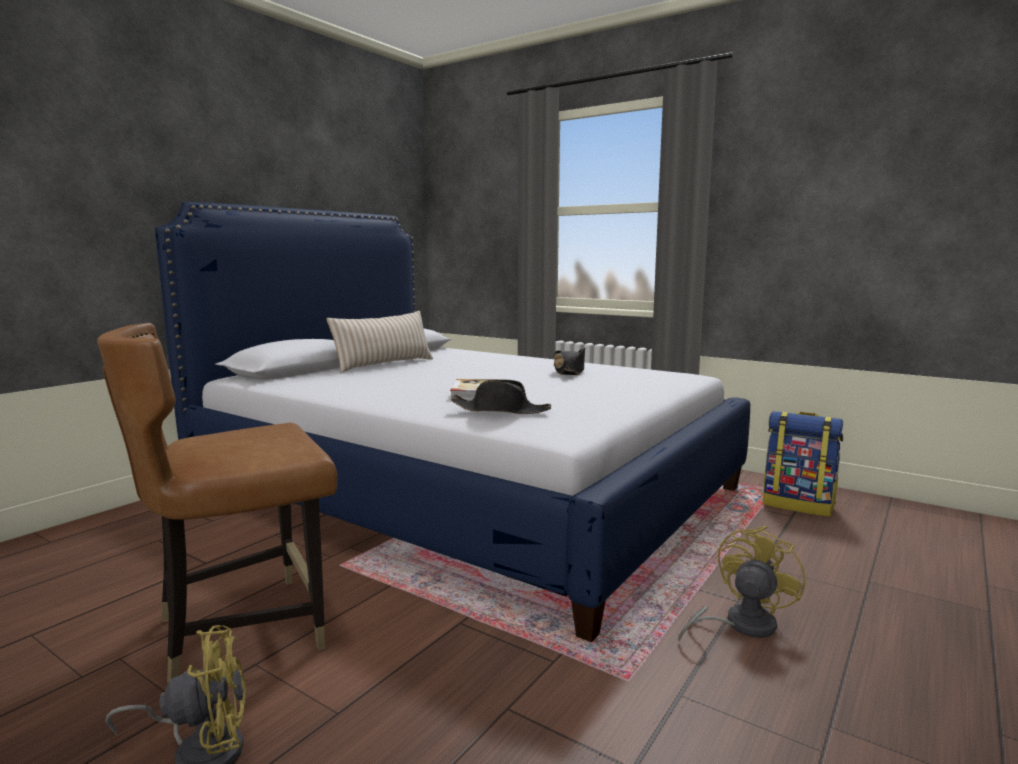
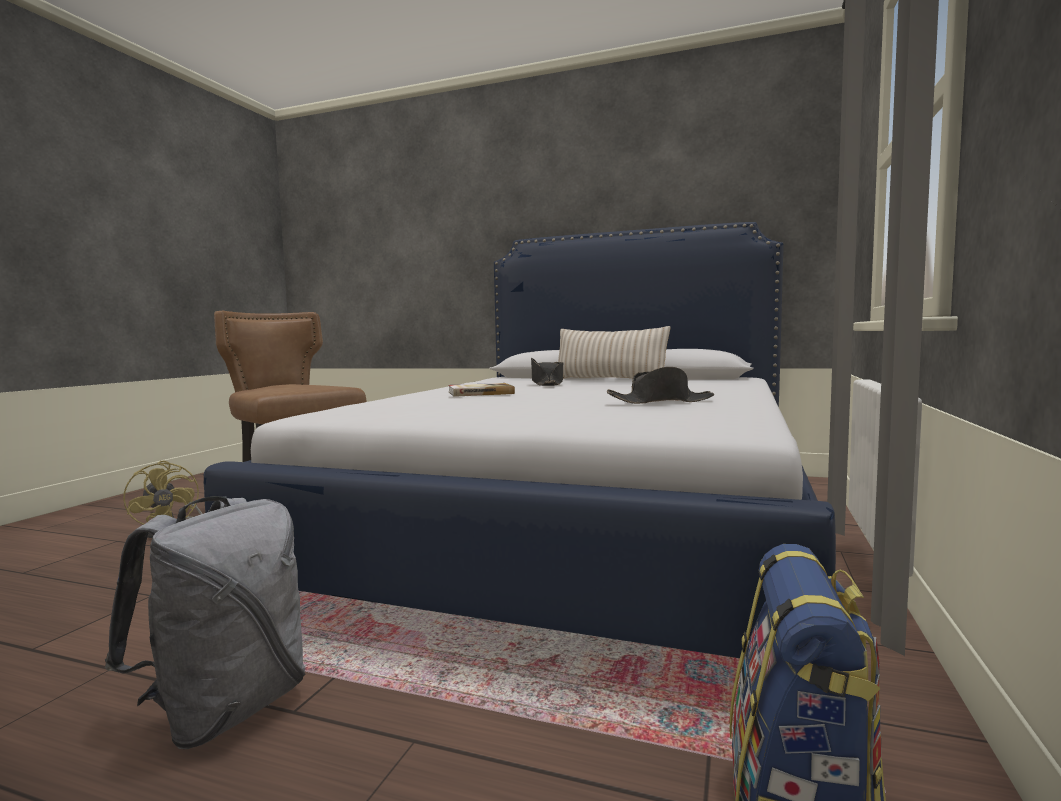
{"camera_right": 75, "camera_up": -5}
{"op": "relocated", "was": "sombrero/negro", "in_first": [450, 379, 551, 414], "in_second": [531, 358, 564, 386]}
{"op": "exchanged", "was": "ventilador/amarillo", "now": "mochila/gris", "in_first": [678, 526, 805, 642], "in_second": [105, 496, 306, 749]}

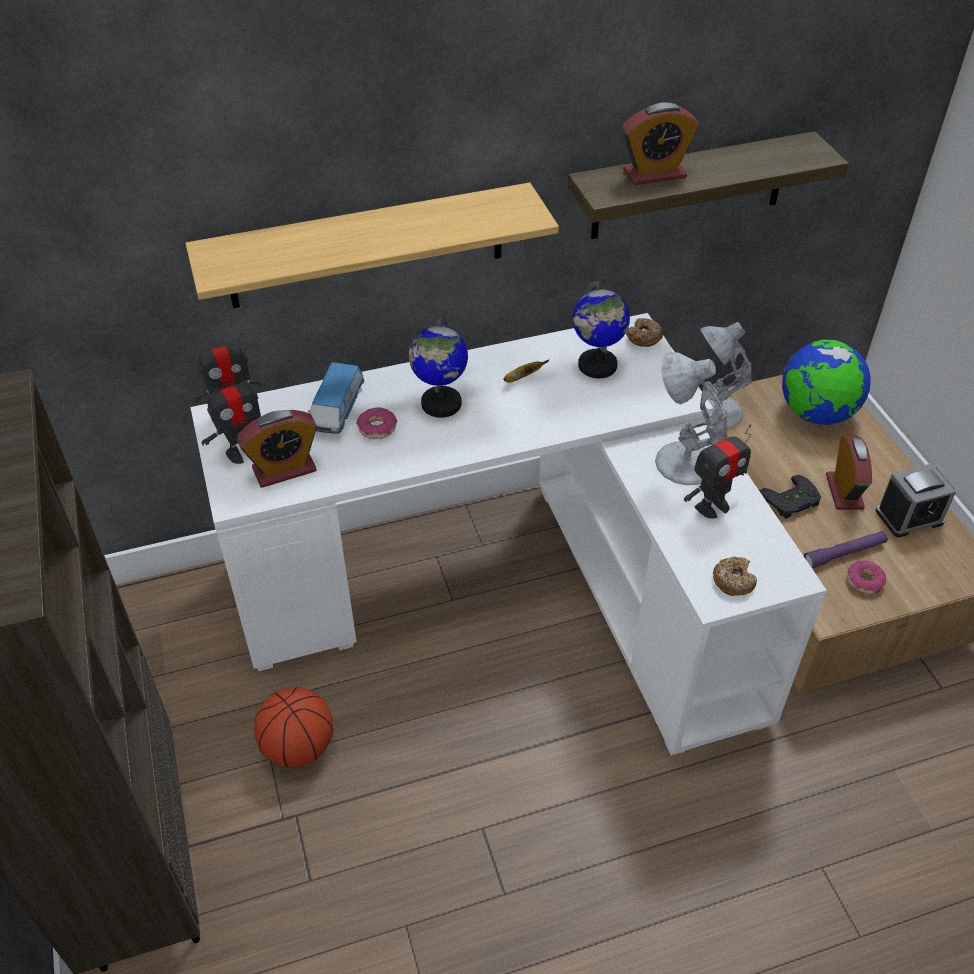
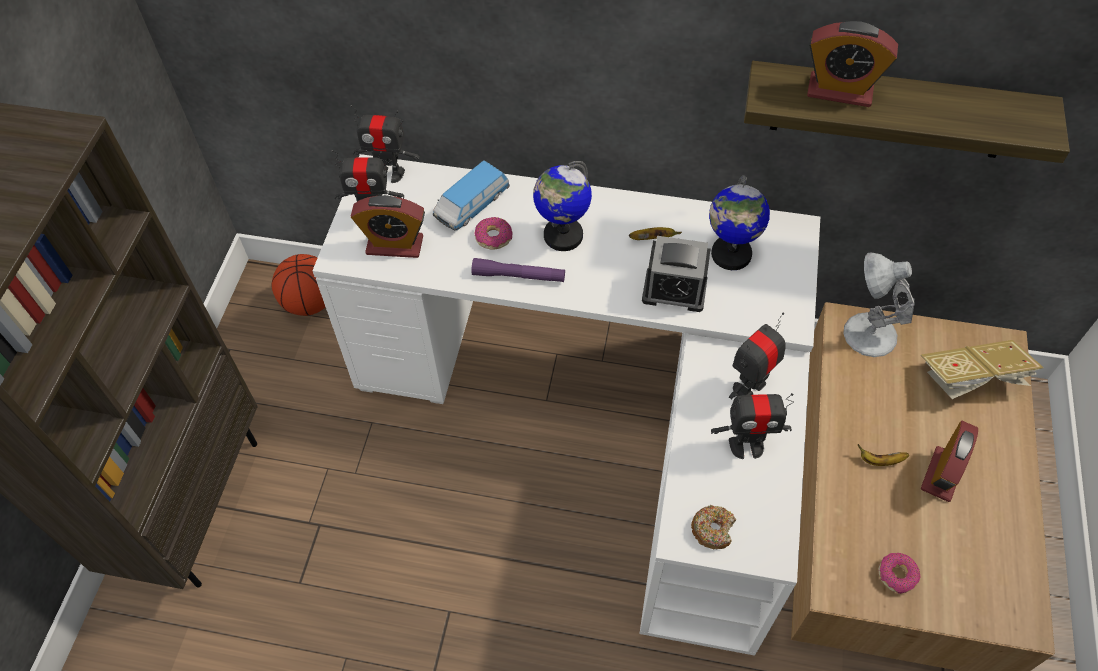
{"camera_right": 30, "camera_up": 10}
{"op": "missing", "was": "estante", "in_first": [185, 182, 559, 308]}
{"op": "missing", "was": "rosquilla", "in_first": [626, 318, 663, 347]}
{"op": "exchanged", "was": "globo terráqueo", "now": "libro", "in_first": [782, 340, 871, 425], "in_second": [921, 340, 1044, 399]}
{"op": "exchanged", "was": "lámpara de mesa/blanco", "now": "robot de juguete", "in_first": [655, 352, 727, 485], "in_second": [729, 312, 786, 400]}
{"op": "relocated", "was": "despertador", "in_first": [876, 463, 956, 537], "in_second": [642, 236, 711, 312]}
{"op": "exchanged", "was": "mando de consola/negro", "now": "plátano", "in_first": [759, 475, 821, 519], "in_second": [858, 444, 909, 466]}
{"op": "relocated", "was": "linterna/morado", "in_first": [803, 531, 888, 569], "in_second": [471, 258, 565, 282]}
{"op": "relocated", "was": "balón de baloncesto", "in_first": [254, 687, 333, 768], "in_second": [271, 254, 325, 316]}

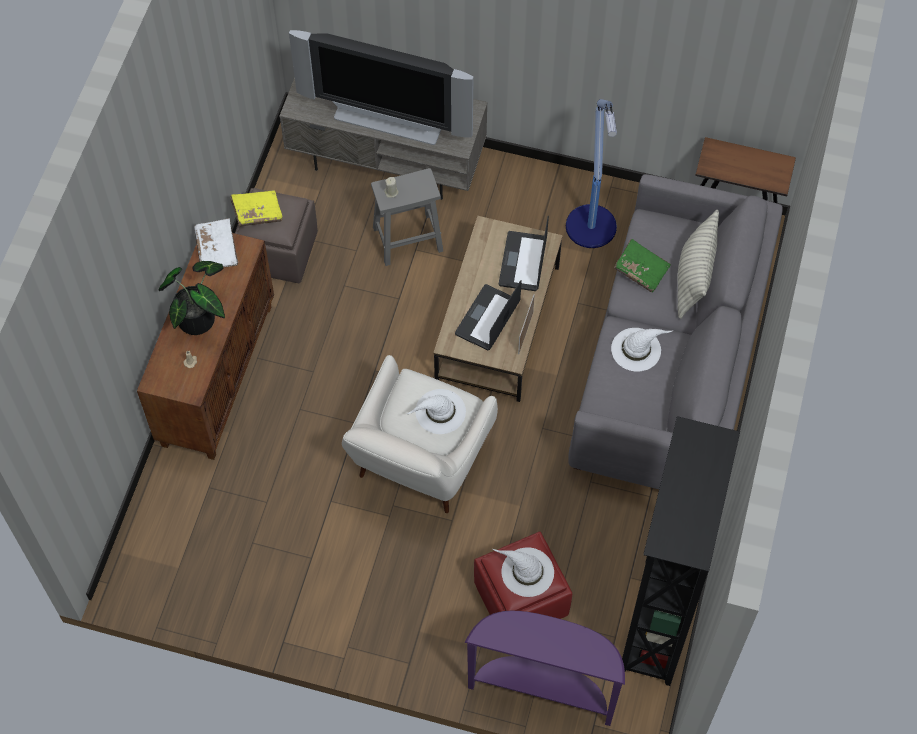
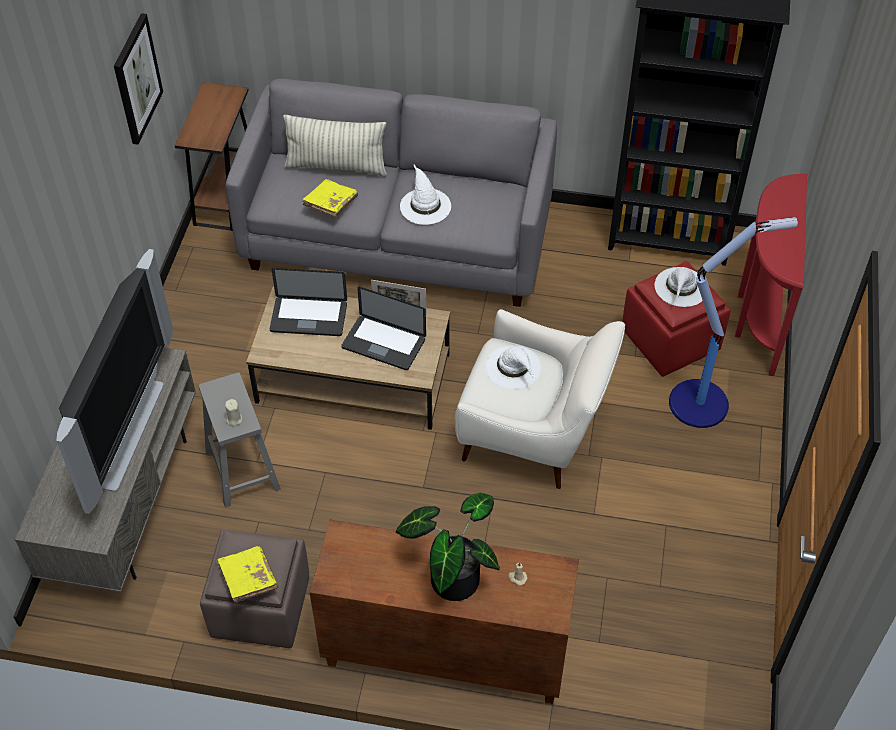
{"camera_right": -95, "camera_up": -10}
{"op": "relocated", "was": "lámpara de pie", "in_first": [566, 99, 617, 248], "in_second": [669, 217, 798, 428]}
{"op": "missing", "was": "libro/blanco", "in_first": [194, 218, 238, 268]}
{"op": "colour", "was": "libro/verde", "now": "libro/amarillo", "in_first": [614, 239, 671, 292], "in_second": [302, 179, 358, 217]}
{"op": "colour", "was": "mesa consola/morado", "now": "mesa consola/rojo", "in_first": [464, 611, 625, 726], "in_second": [735, 174, 807, 376]}
{"op": "appeared", "now": "cuadro", "in_second": [114, 13, 163, 145]}

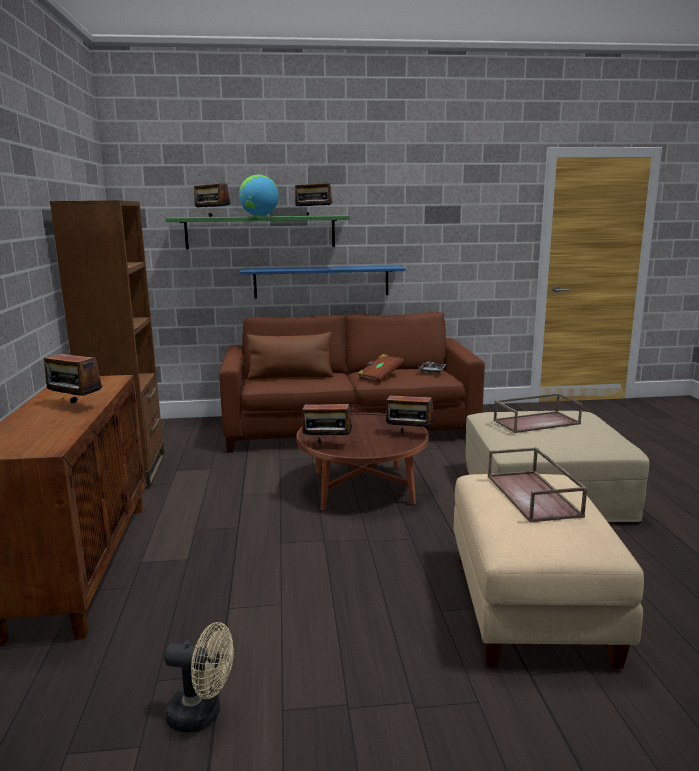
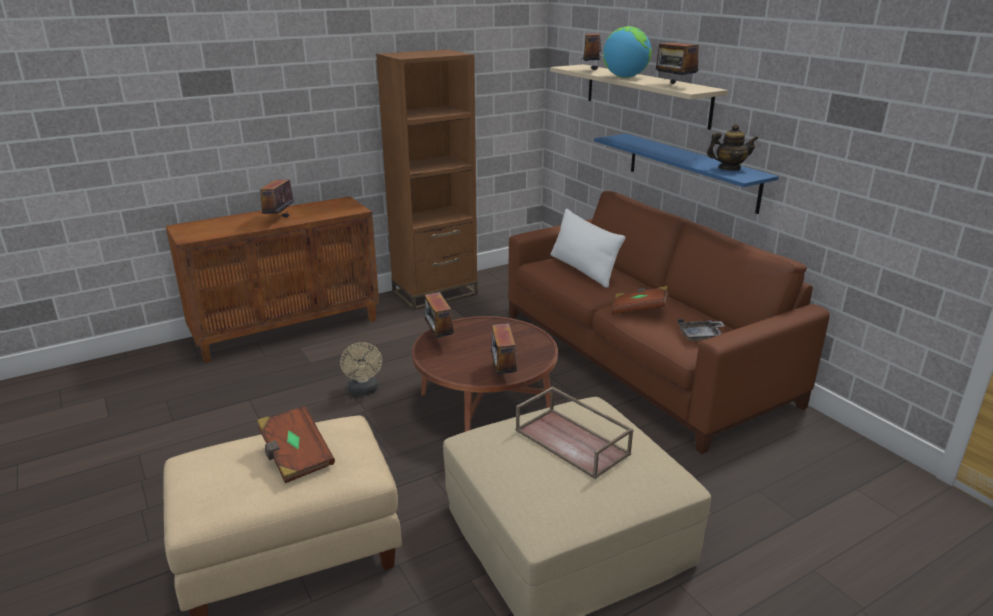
{"camera_right": 65, "camera_up": 10}
{"op": "colour", "was": "estante/verde", "now": "estante/beis", "in_first": [166, 216, 350, 249], "in_second": [550, 64, 728, 130]}
{"op": "colour", "was": "cojín/marrón", "now": "cojín/blanco", "in_first": [247, 332, 333, 380], "in_second": [551, 208, 626, 288]}
{"op": "exchanged", "was": "bandeja/marrón", "now": "libro/marrón", "in_first": [488, 447, 588, 523], "in_second": [257, 405, 335, 483]}
{"op": "relocated", "was": "ventilador/beis", "in_first": [164, 622, 234, 733], "in_second": [340, 342, 382, 396]}
{"op": "appeared", "now": "tetera", "in_second": [707, 124, 758, 170]}

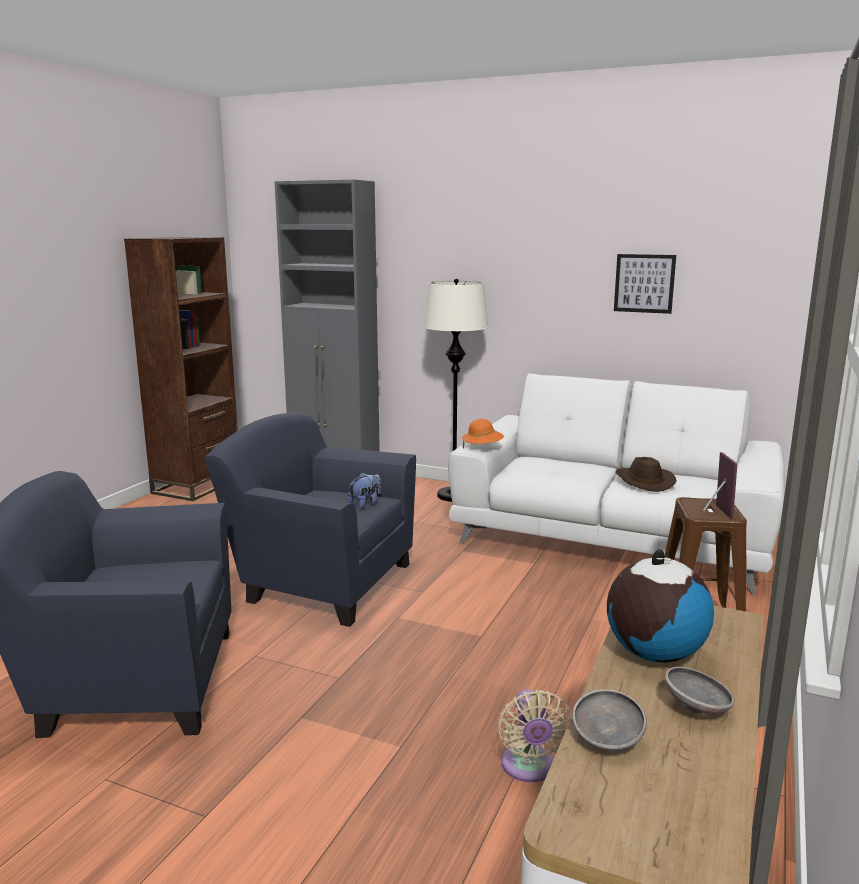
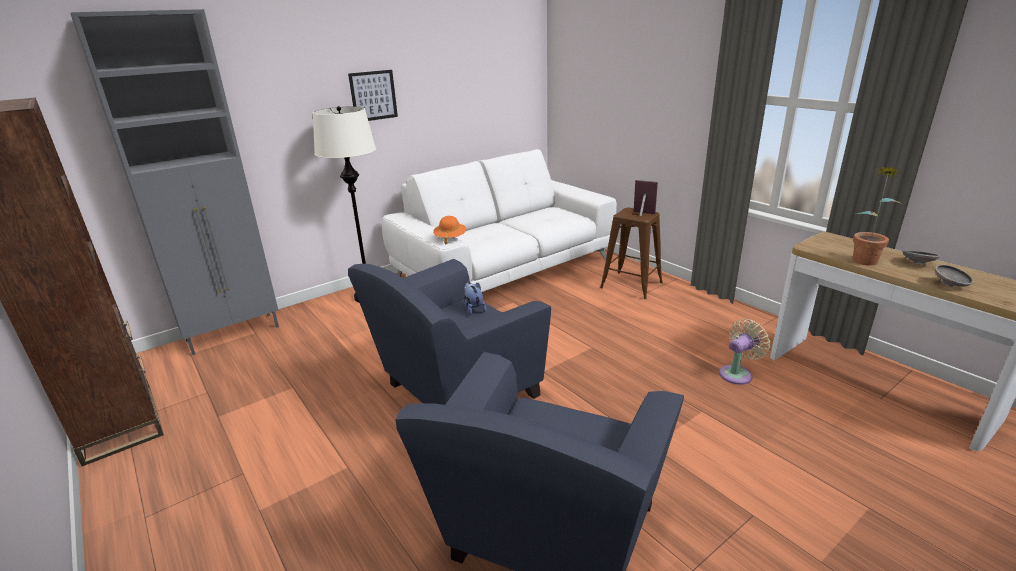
{"camera_right": -60, "camera_up": 10}
{"op": "relocated", "was": "cuadro", "in_first": [614, 254, 676, 314], "in_second": [348, 70, 398, 121]}
{"op": "missing", "was": "sombrero/marrón", "in_first": [615, 457, 677, 492]}
{"op": "exchanged", "was": "globo terráqueo", "now": "planta en maceta", "in_first": [607, 549, 714, 663], "in_second": [852, 167, 904, 266]}
{"op": "spun", "was": "ventilador/beis", "in_first": [498, 689, 572, 782], "in_second": [719, 319, 770, 385], "clockwise": -60}

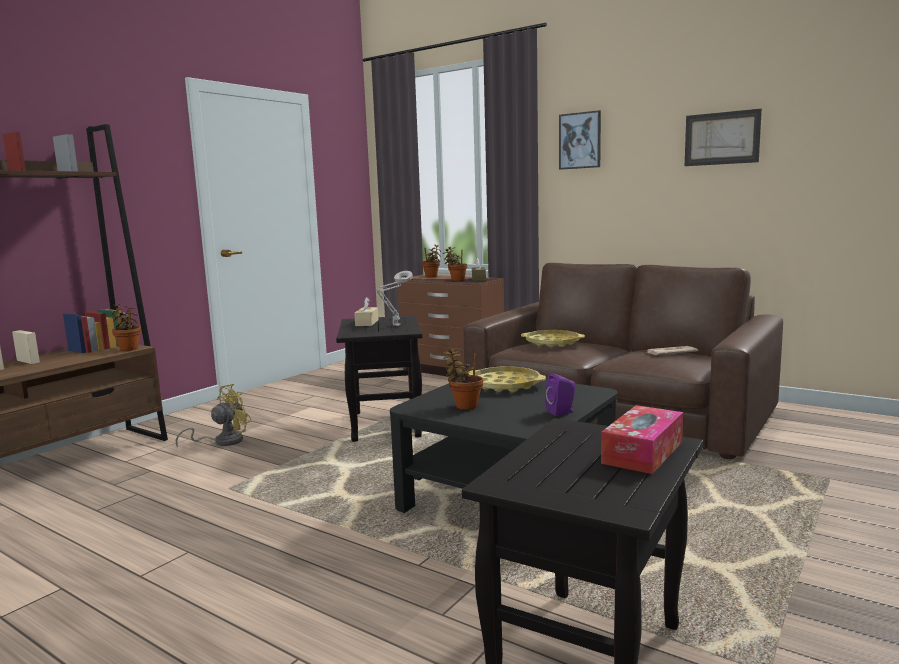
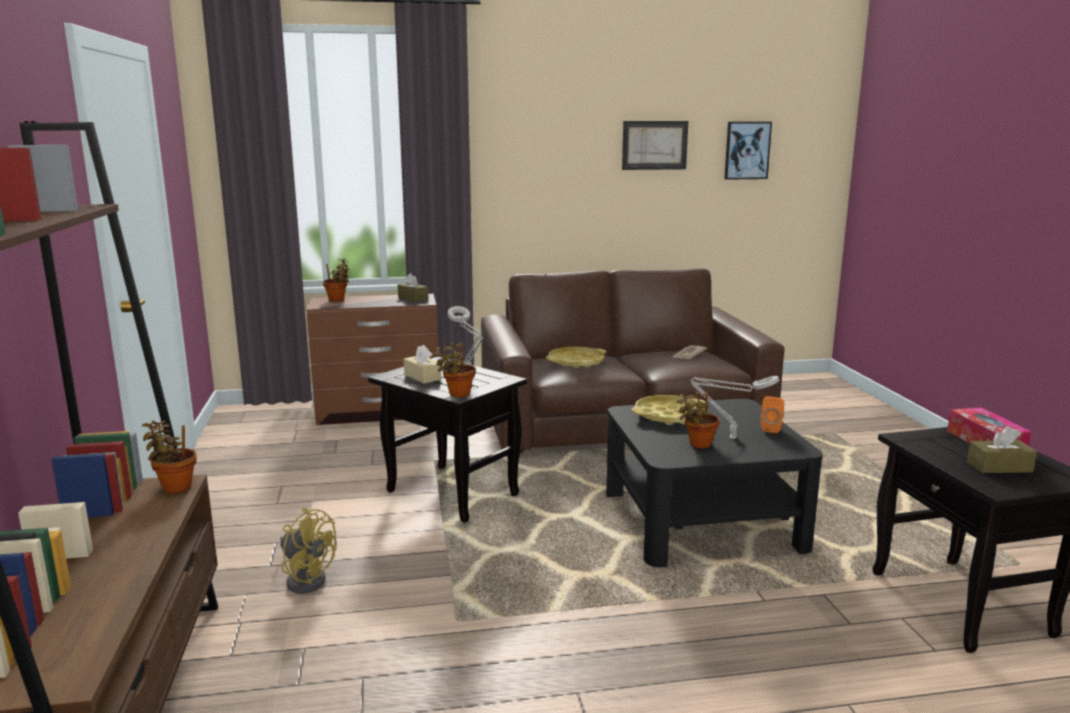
{"camera_right": -45, "camera_up": 5}
{"op": "relocated", "was": "cuadro", "in_first": [559, 110, 601, 170], "in_second": [724, 122, 772, 180]}
{"op": "relocated", "was": "planta en maceta", "in_first": [443, 247, 467, 281], "in_second": [434, 343, 475, 398]}
{"op": "colour", "was": "altavoz/morado", "now": "altavoz/naranja", "in_first": [545, 373, 575, 416], "in_second": [761, 396, 784, 433]}
{"op": "spun", "was": "ventilador/amarillo", "in_first": [175, 384, 252, 447], "in_second": [280, 508, 337, 594], "clockwise": 120}
{"op": "appeared", "now": "lámpara de mesa/gris", "in_second": [691, 376, 779, 439]}
{"op": "appeared", "now": "caja de pañuelos/marrón", "in_second": [967, 426, 1037, 473]}

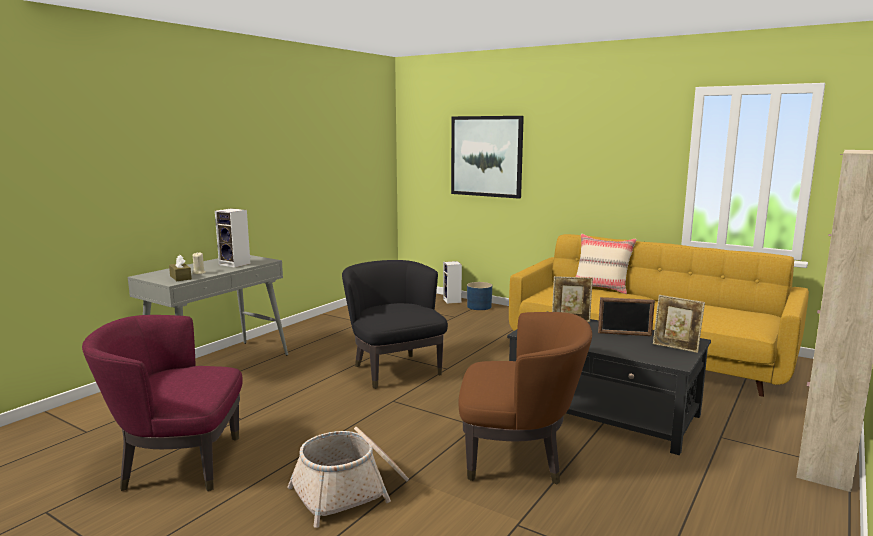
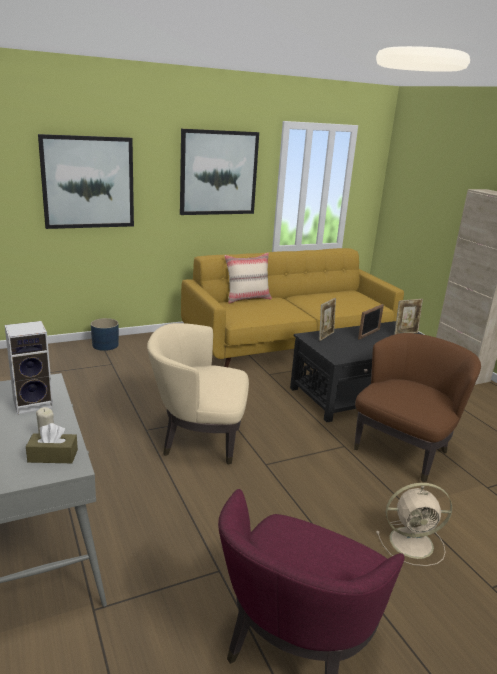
{"camera_right": -60, "camera_up": 10}
{"op": "colour", "was": "sillón/negro", "now": "sillón/beis", "in_first": [342, 260, 448, 389], "in_second": [147, 323, 249, 464]}
{"op": "missing", "was": "altavoz", "in_first": [443, 261, 462, 304]}
{"op": "exchanged", "was": "cesta", "now": "ventilador/beis", "in_first": [288, 427, 409, 528], "in_second": [376, 483, 452, 566]}
{"op": "appeared", "now": "cuadro", "in_second": [180, 129, 259, 215]}

